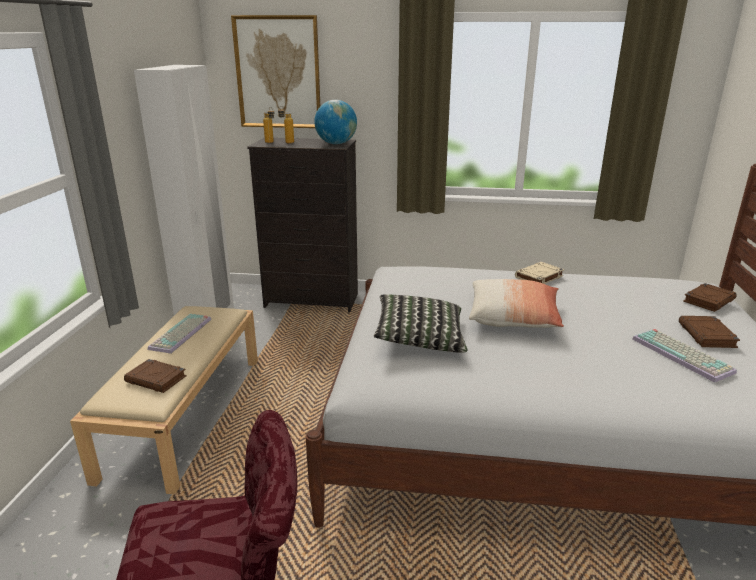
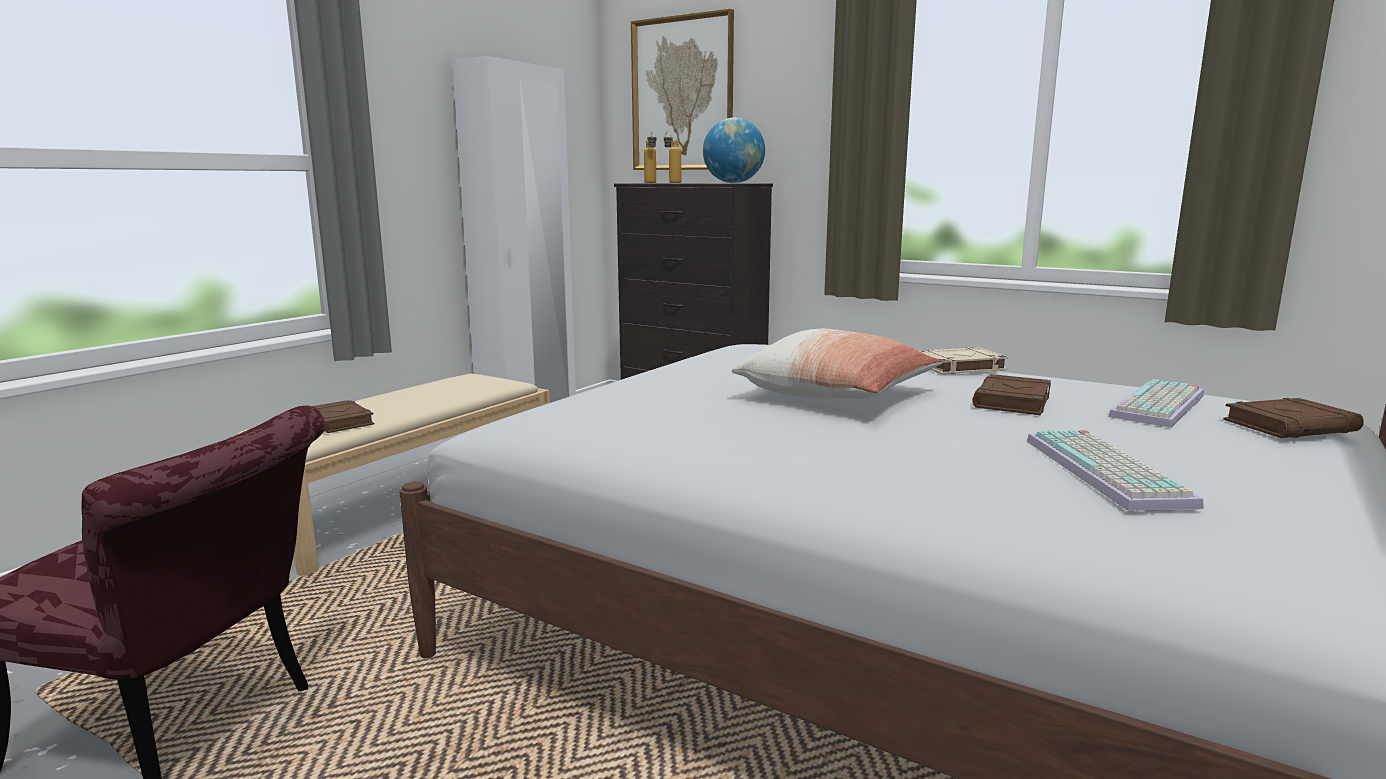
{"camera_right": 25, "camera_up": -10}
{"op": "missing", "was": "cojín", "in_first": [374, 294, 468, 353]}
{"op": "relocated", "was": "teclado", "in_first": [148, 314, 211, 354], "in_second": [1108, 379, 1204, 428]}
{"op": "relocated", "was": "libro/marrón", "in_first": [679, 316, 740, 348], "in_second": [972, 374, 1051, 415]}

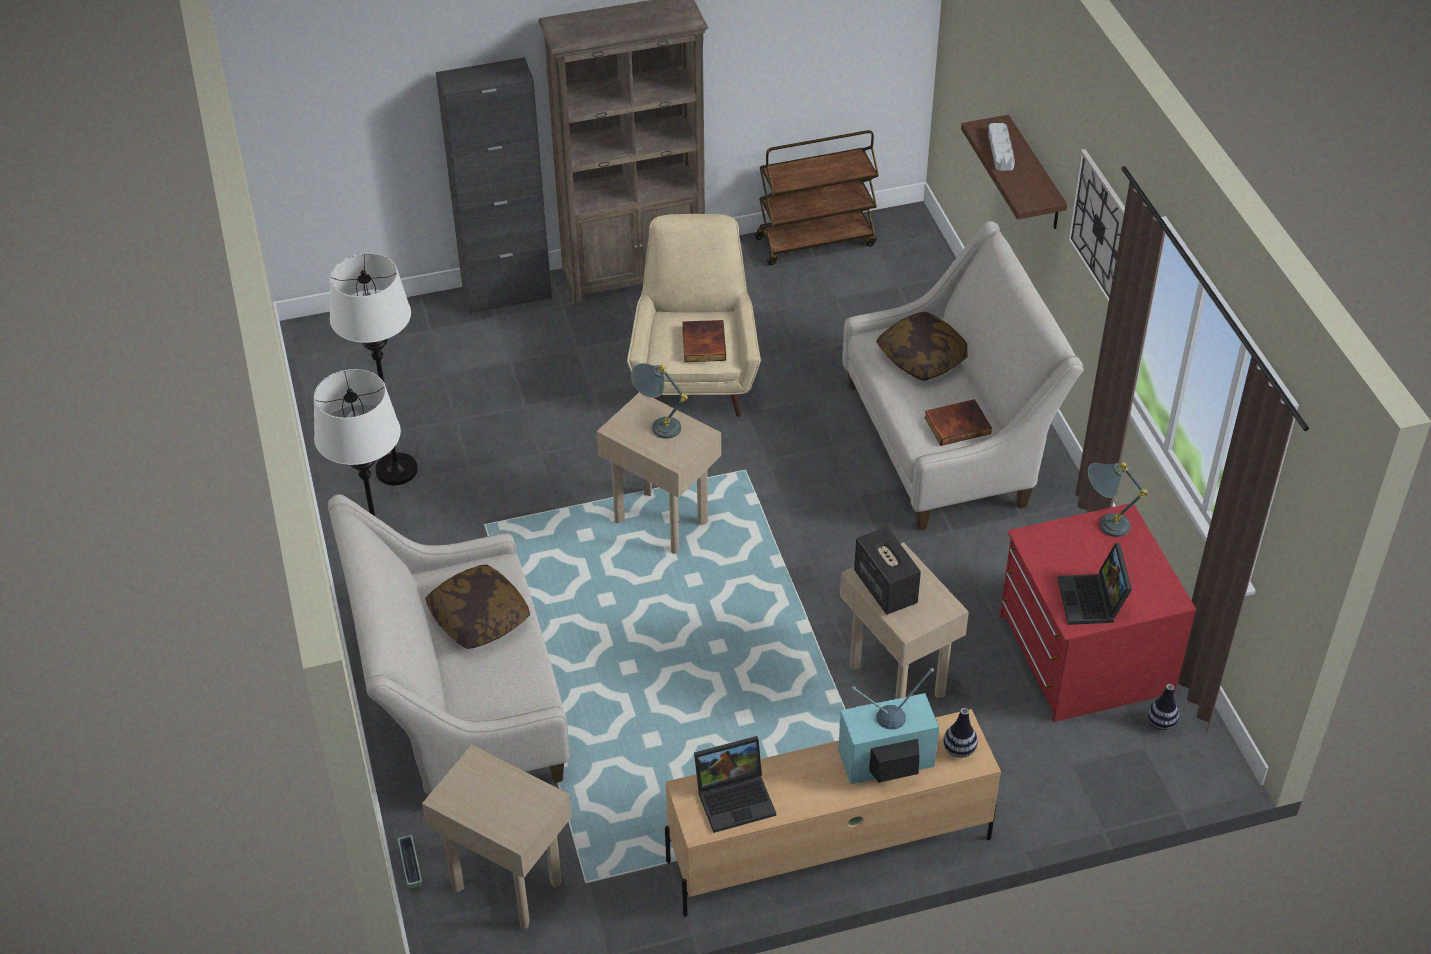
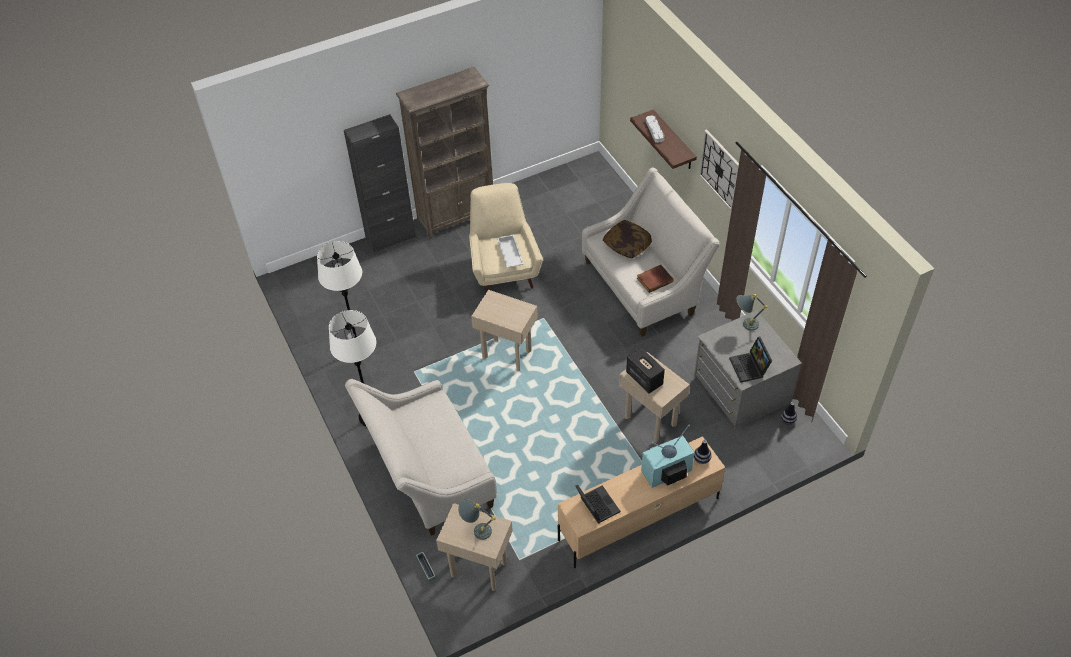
{"camera_right": -10, "camera_up": 5}
{"op": "missing", "was": "carrito/marrón", "in_first": [755, 130, 879, 265]}
{"op": "exchanged", "was": "libro", "now": "bandeja/blanco", "in_first": [682, 320, 726, 362], "in_second": [497, 234, 523, 268]}
{"op": "relocated", "was": "lámpara de mesa/gris", "in_first": [631, 363, 688, 439], "in_second": [458, 499, 495, 540]}
{"op": "colour", "was": "cómoda/rojo", "now": "cómoda/gris", "in_first": [1000, 503, 1196, 722], "in_second": [694, 310, 802, 430]}
{"op": "missing", "was": "cojín", "in_first": [425, 564, 530, 649]}
{"op": "spun", "was": "portátil", "in_first": [694, 736, 776, 833], "in_second": [575, 485, 620, 524], "clockwise": -90}

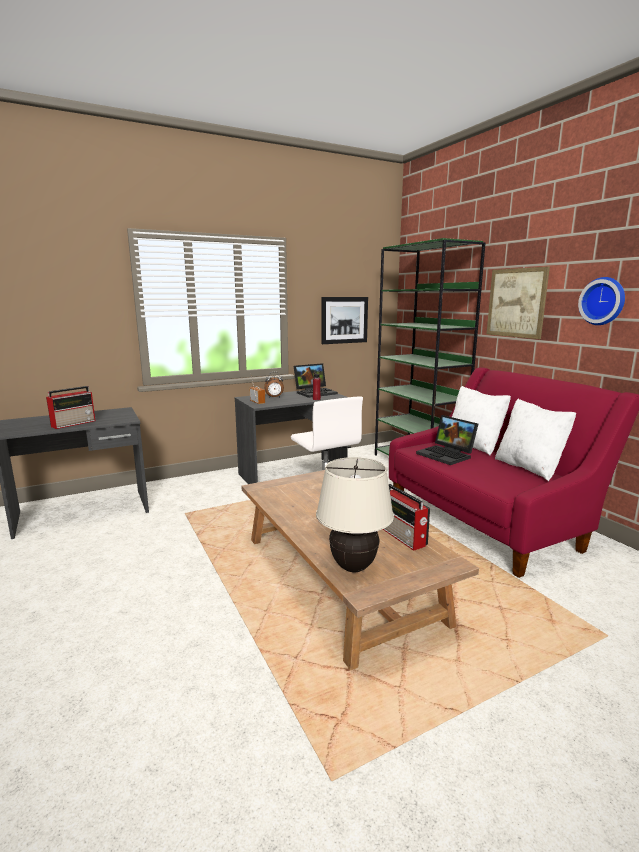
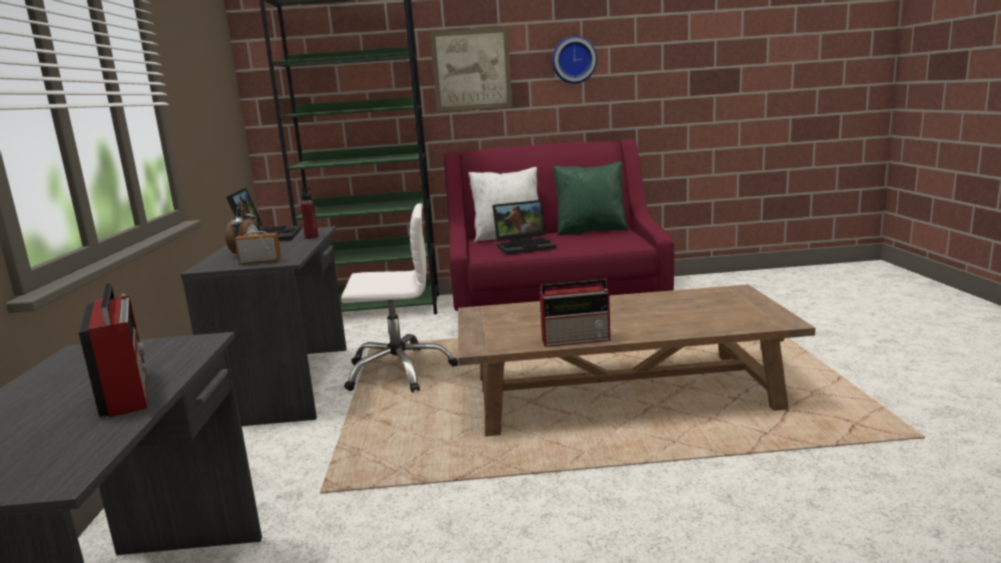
{"camera_right": -65, "camera_up": 0}
{"op": "missing", "was": "cuadro", "in_first": [322, 297, 368, 344]}
{"op": "colour", "was": "cojín/blanco", "now": "cojín/verde", "in_first": [495, 399, 576, 481], "in_second": [553, 162, 628, 236]}
{"op": "missing", "was": "lámpara de mesa/beis", "in_first": [316, 457, 394, 572]}
{"op": "relocated", "was": "radio", "in_first": [383, 484, 430, 551], "in_second": [540, 279, 611, 347]}

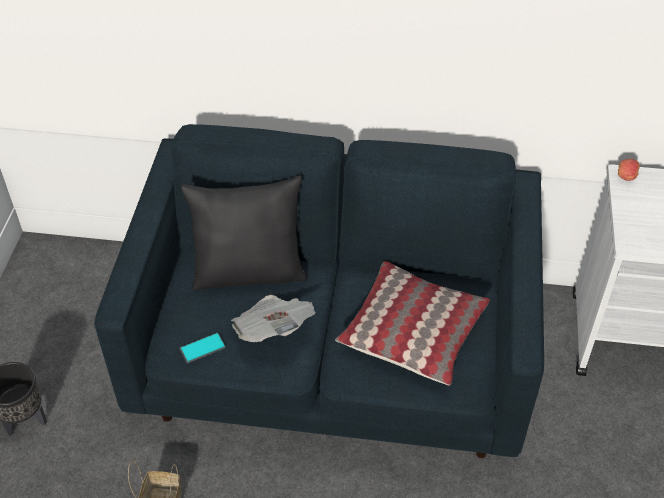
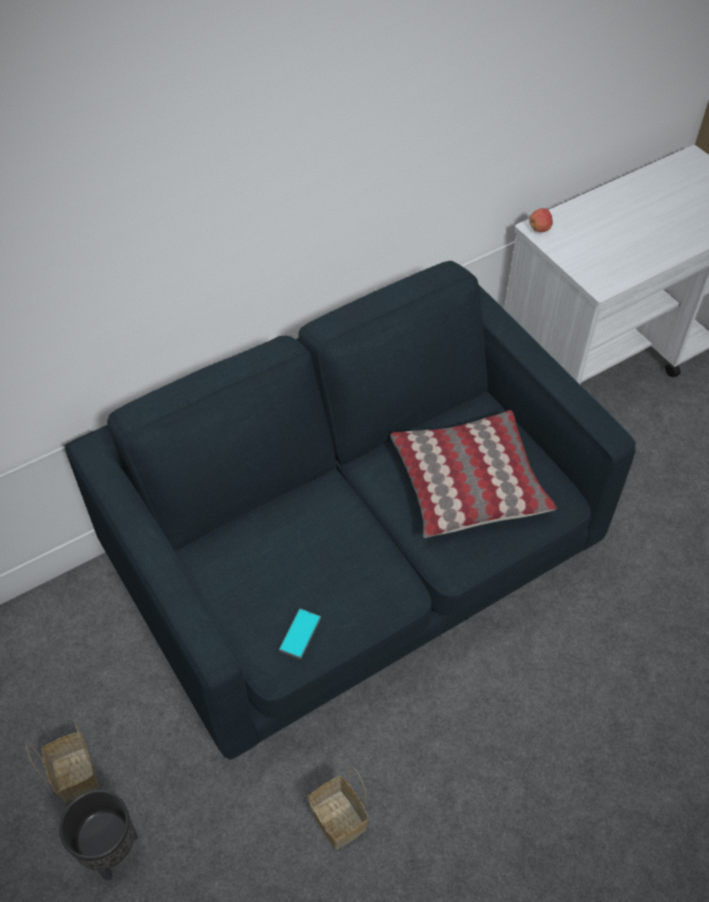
{"camera_right": -40, "camera_up": 5}
{"op": "missing", "was": "cojín/negro", "in_first": [181, 176, 307, 291]}
{"op": "missing", "was": "periódico", "in_first": [231, 295, 316, 342]}
{"op": "appeared", "now": "cesta", "in_second": [26, 723, 99, 803]}

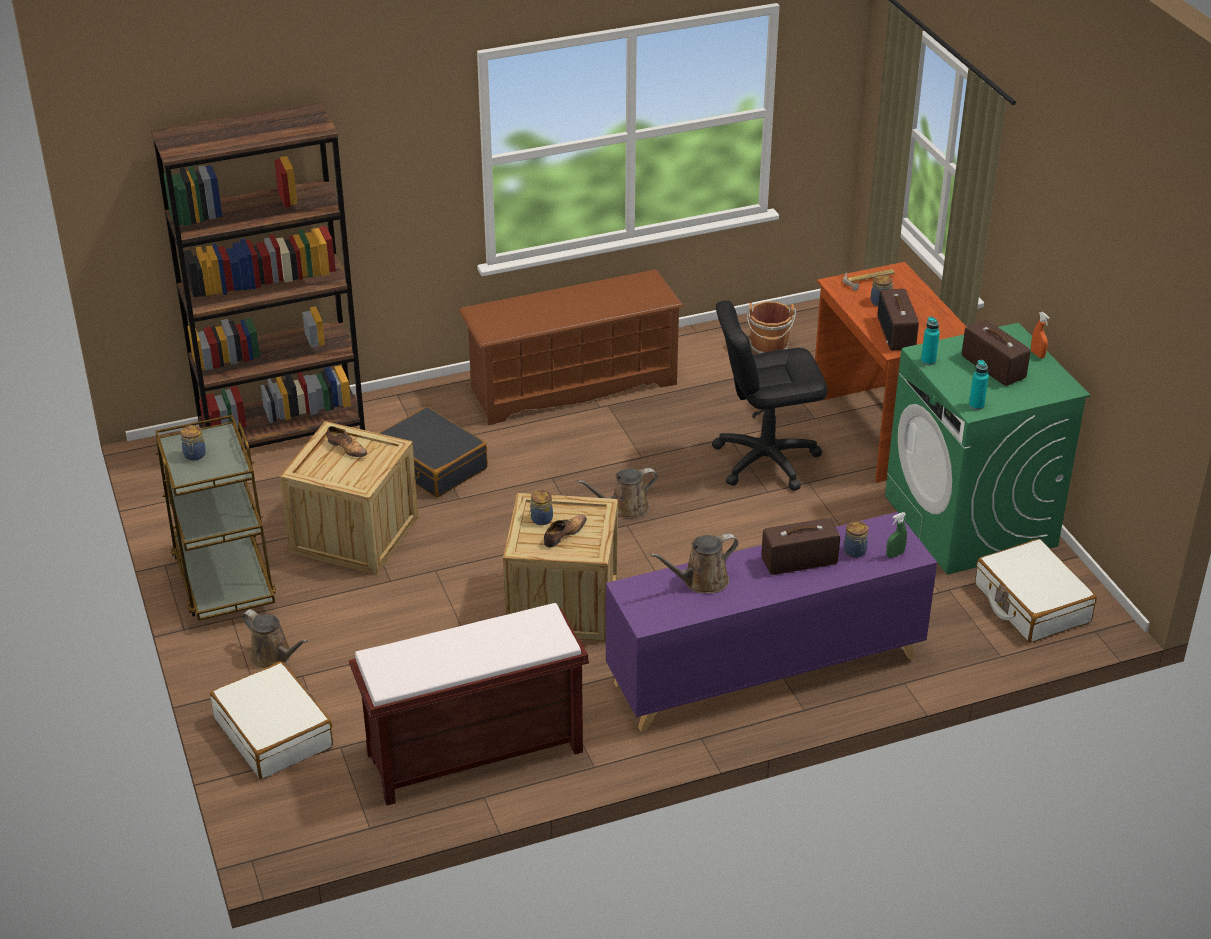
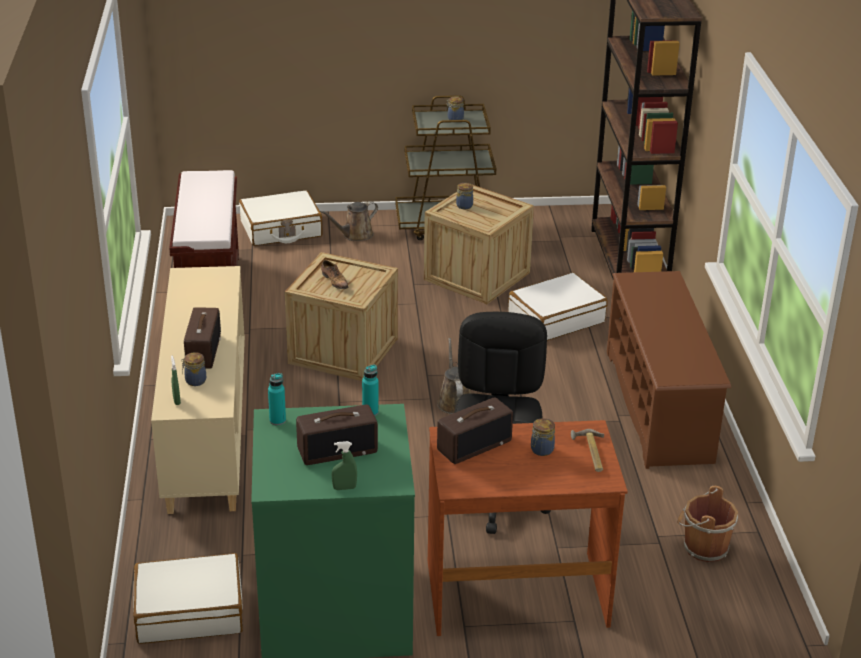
{"camera_right": 105, "camera_up": -5}
{"op": "spun", "was": "radio", "in_first": [878, 289, 919, 351], "in_second": [437, 397, 513, 464], "clockwise": 135}
{"op": "colour", "was": "pulverizador/naranja", "now": "pulverizador/verde", "in_first": [1031, 312, 1050, 358], "in_second": [332, 441, 357, 490]}
{"op": "colour", "was": "maleta/negro", "now": "maleta/blanco", "in_first": [379, 407, 488, 498], "in_second": [508, 273, 608, 341]}
{"op": "missing", "was": "zapato", "in_first": [327, 426, 367, 457]}
{"op": "relocated", "was": "tarro", "in_first": [529, 490, 553, 525], "in_second": [456, 183, 473, 209]}
{"op": "colour", "was": "armario/morado", "now": "armario/beis", "in_first": [606, 512, 937, 732], "in_second": [151, 266, 245, 514]}
{"op": "missing", "was": "regadera/marrón", "in_first": [650, 533, 738, 593]}

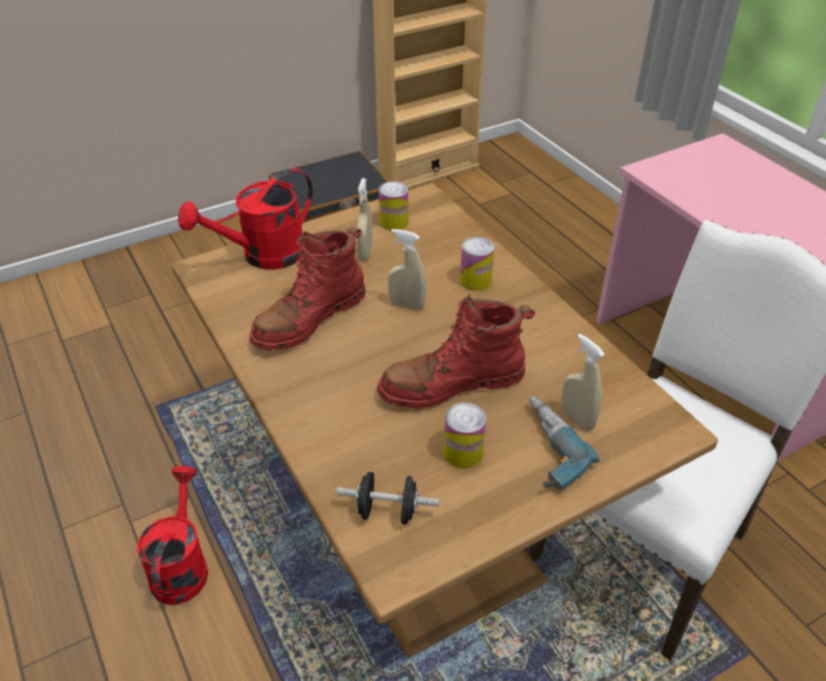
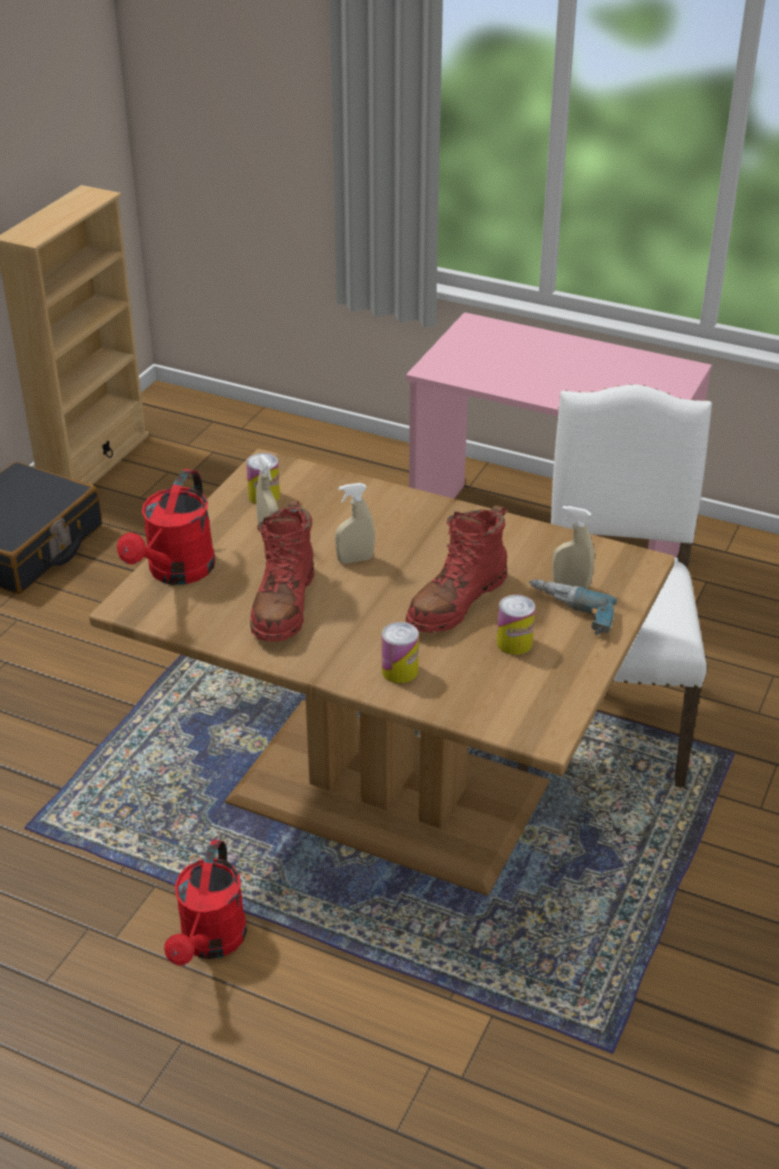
{"camera_right": -35, "camera_up": -5}
{"op": "relocated", "was": "lata", "in_first": [460, 237, 494, 291], "in_second": [382, 622, 419, 683]}
{"op": "spun", "was": "regadera/rojo", "in_first": [137, 466, 208, 605], "in_second": [164, 840, 247, 966], "clockwise": -135}
{"op": "missing", "was": "mancuerna/negro", "in_first": [336, 471, 439, 524]}

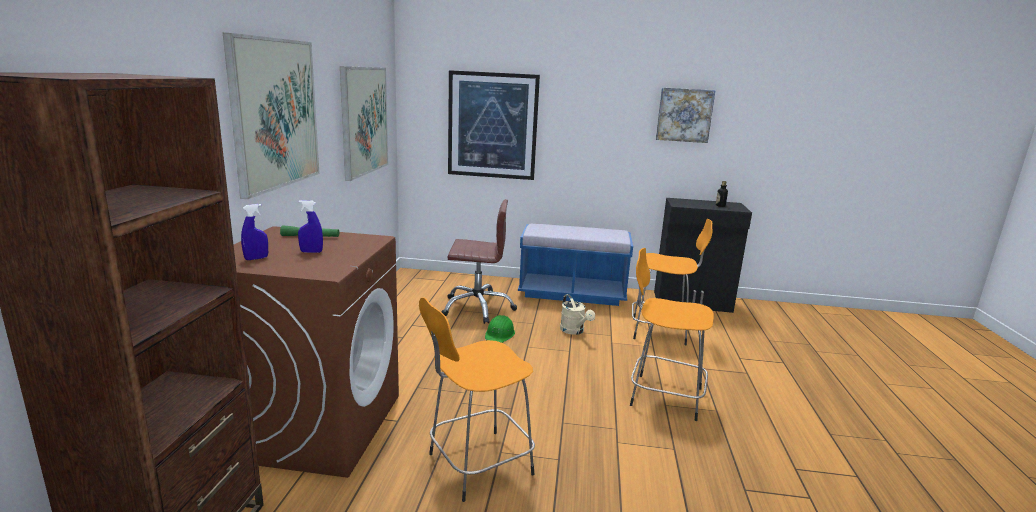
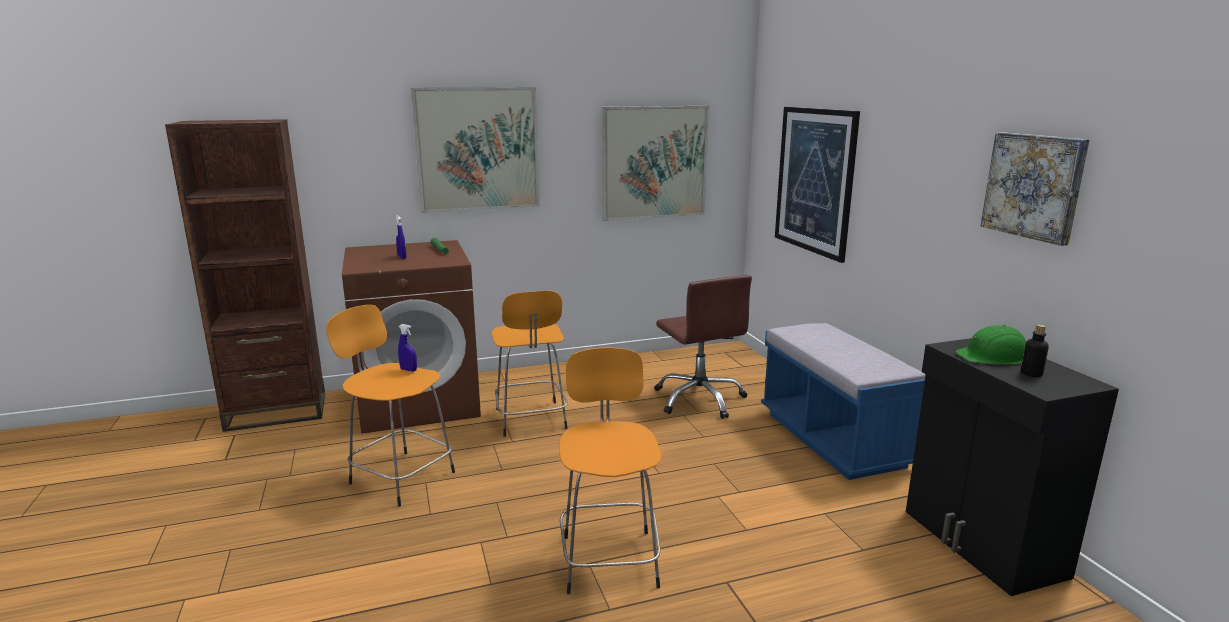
{"camera_right": 65, "camera_up": 0}
{"op": "relocated", "was": "pulverizador/azul", "in_first": [241, 204, 268, 260], "in_second": [398, 324, 417, 372]}
{"op": "relocated", "was": "taburete/naranja", "in_first": [632, 219, 712, 345], "in_second": [492, 290, 568, 437]}
{"op": "missing", "was": "regadera/beis", "in_first": [560, 294, 595, 335]}
{"op": "relocated", "was": "casco/verde", "in_first": [485, 315, 515, 343], "in_second": [955, 325, 1026, 365]}

